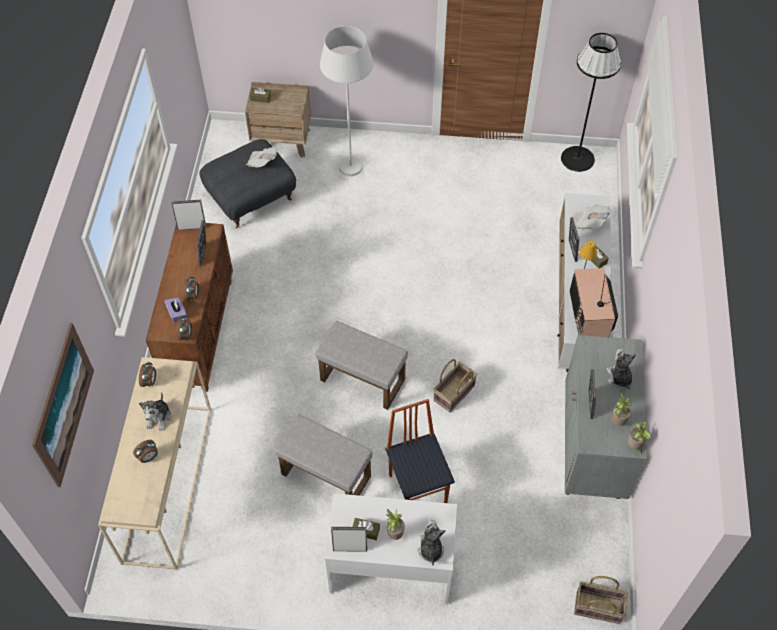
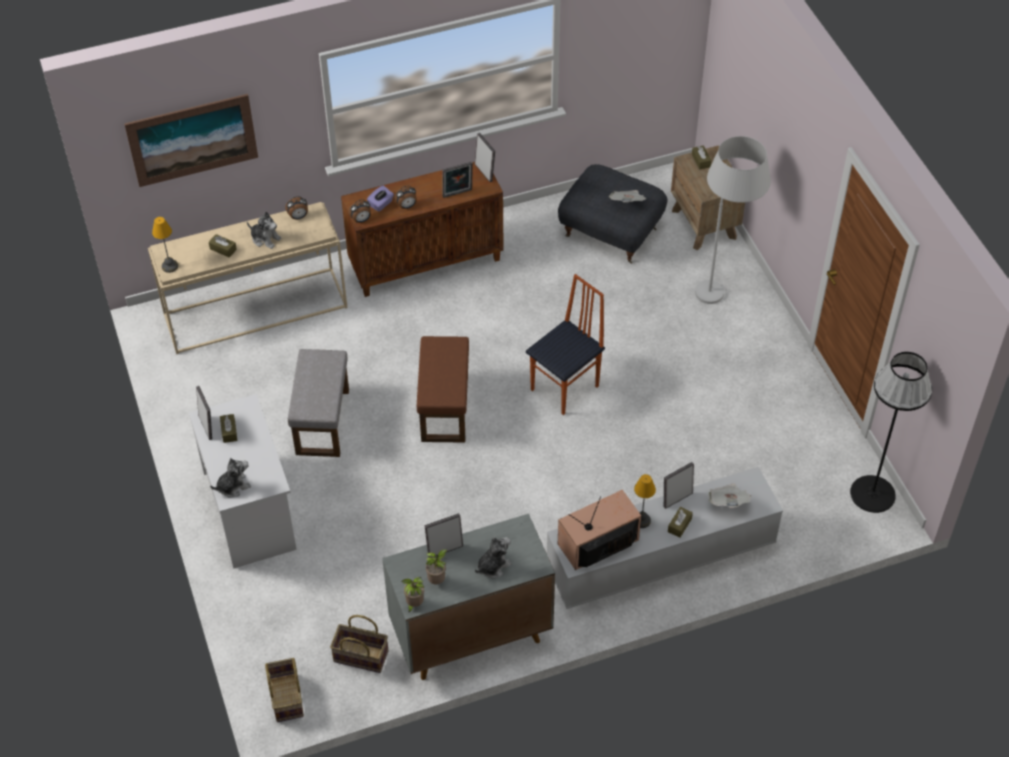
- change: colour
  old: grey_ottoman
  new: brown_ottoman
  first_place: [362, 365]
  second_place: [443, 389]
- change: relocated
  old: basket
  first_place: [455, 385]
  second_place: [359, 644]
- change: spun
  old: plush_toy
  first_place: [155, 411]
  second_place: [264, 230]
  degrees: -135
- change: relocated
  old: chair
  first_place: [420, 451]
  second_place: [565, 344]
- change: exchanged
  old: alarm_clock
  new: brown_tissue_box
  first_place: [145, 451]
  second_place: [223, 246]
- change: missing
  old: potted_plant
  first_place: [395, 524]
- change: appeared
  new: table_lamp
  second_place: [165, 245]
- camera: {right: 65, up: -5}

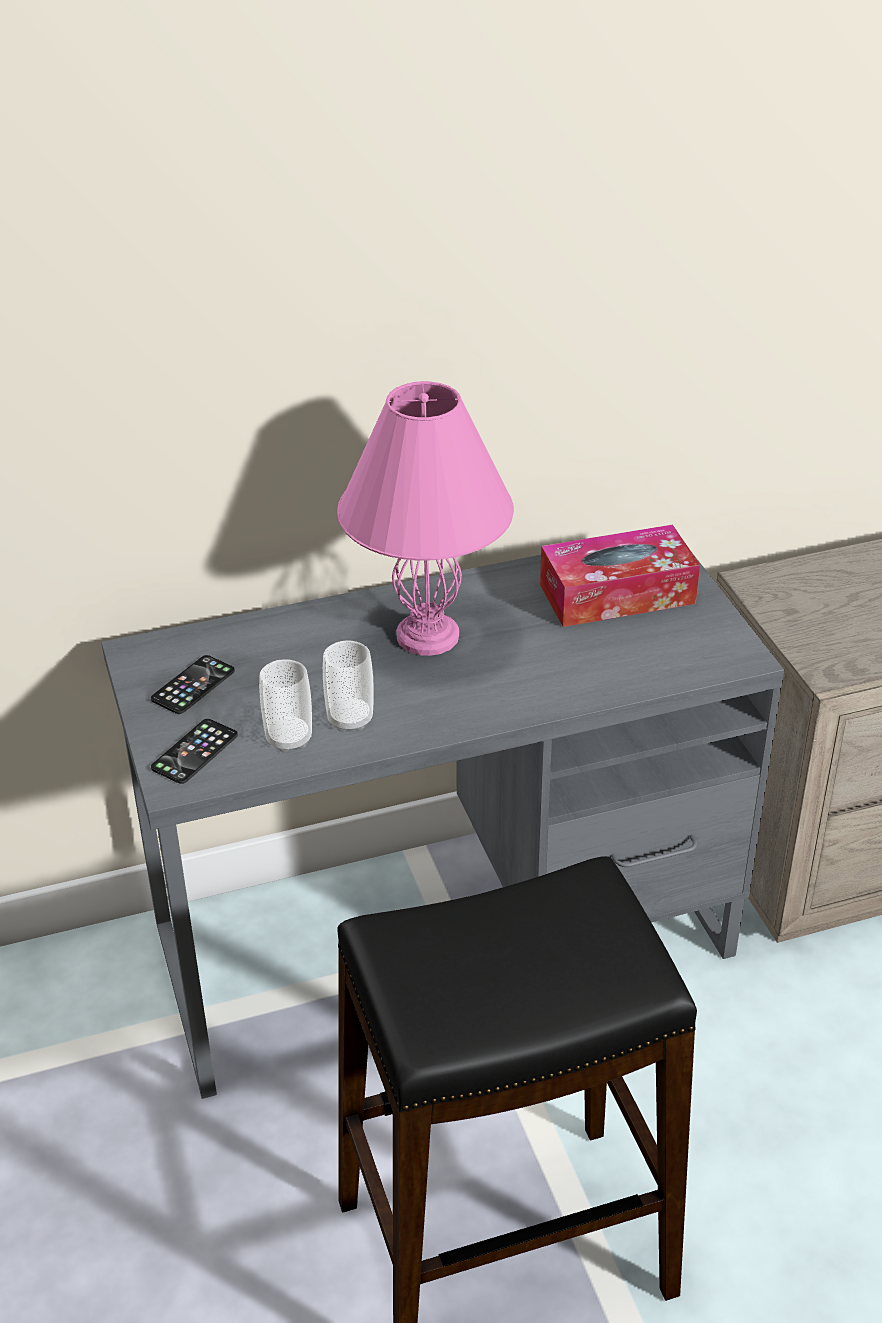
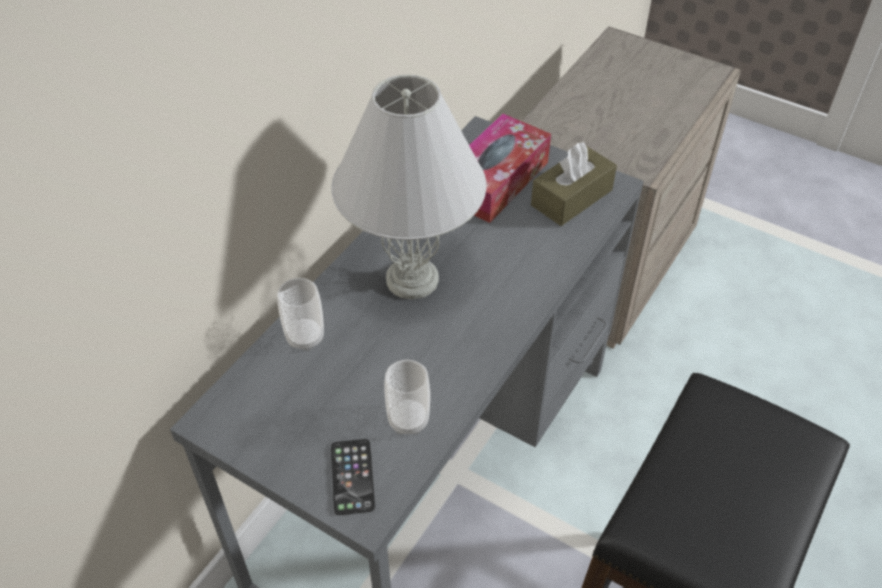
- change: colour
  old: pink_table_lamp
  new: white_table_lamp
  first_place: [425, 518]
  second_place: [409, 187]
- change: relocated
  old: cup
  first_place: [348, 686]
  second_place: [300, 314]
- change: missing
  old: phone
  first_place: [193, 684]
- change: appeared
  new: brown_tissue_box
  second_place: [574, 184]
- camera: {right: -40, up: 10}

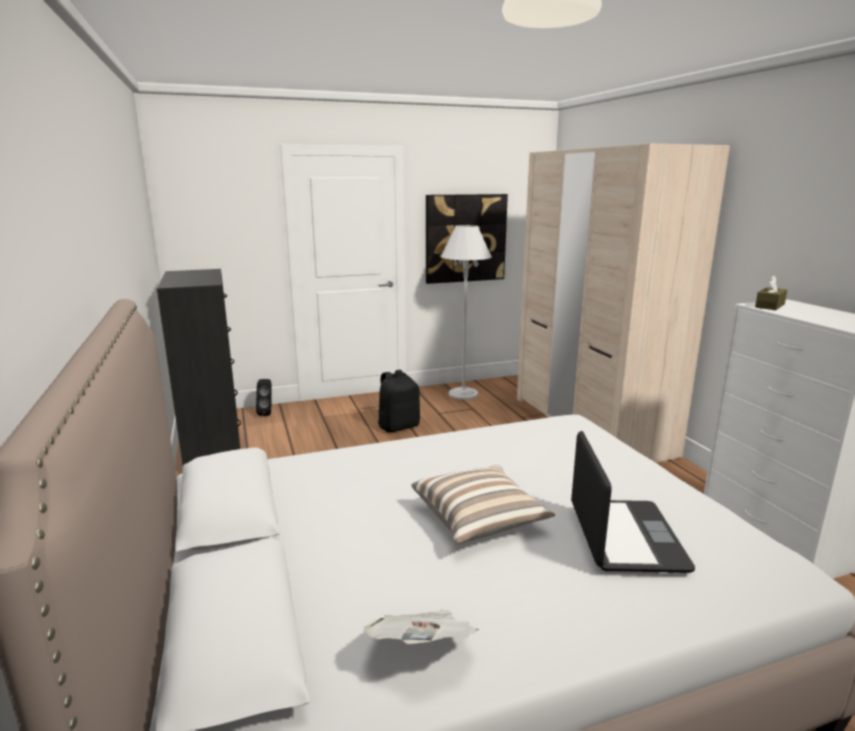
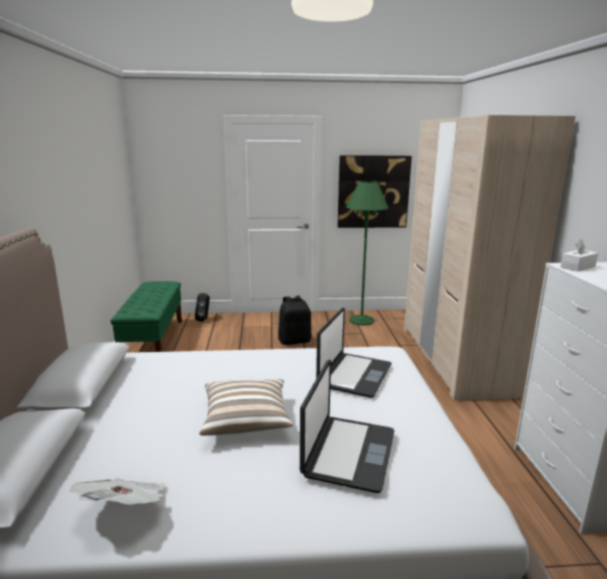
- change: colour
  old: white_floor_lamp
  new: green_floor_lamp
  first_place: [466, 312]
  second_place: [367, 253]
- change: exchanged
  old: black_dresser
  new: green_bench
  first_place: [199, 367]
  second_place: [146, 316]
- change: colour
  old: brown_tissue_box
  new: white_tissue_box
  first_place: [771, 293]
  second_place: [579, 255]
- change: appeared
  new: laptop
  second_place: [354, 353]
- camera: {right: 15, up: 0}

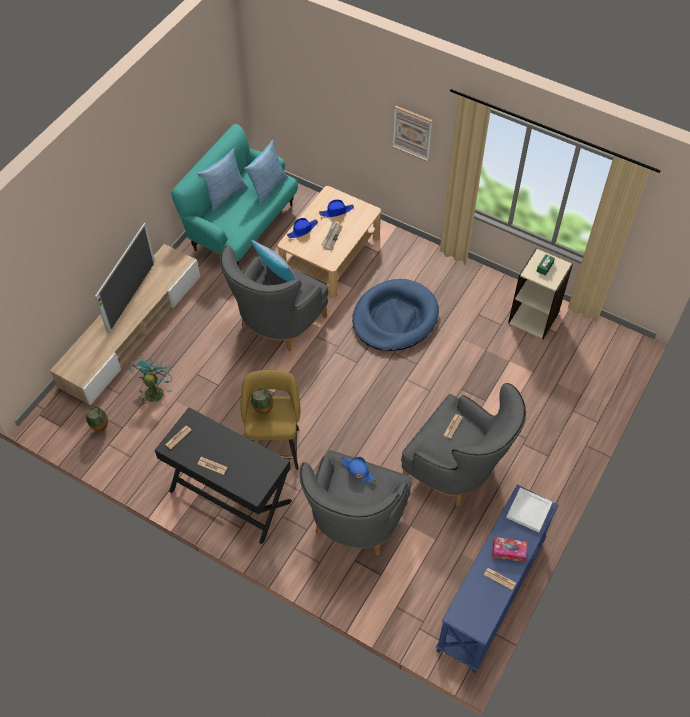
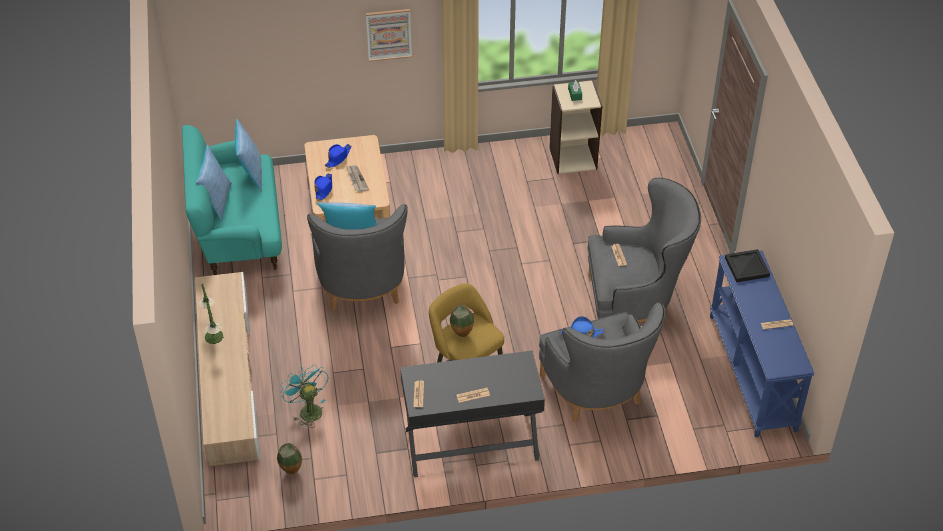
- change: exchanged
  old: television
  new: table_lamp
  first_place: [125, 278]
  second_place: [211, 314]
- change: missing
  old: blue_dog_bed
  first_place: [395, 315]
- change: colour
  old: white_tray
  new: black_tray
  first_place: [529, 510]
  second_place: [747, 265]
- change: missing
  old: tissue_box
  first_place: [509, 549]
- camera: {right: -40, up: -10}

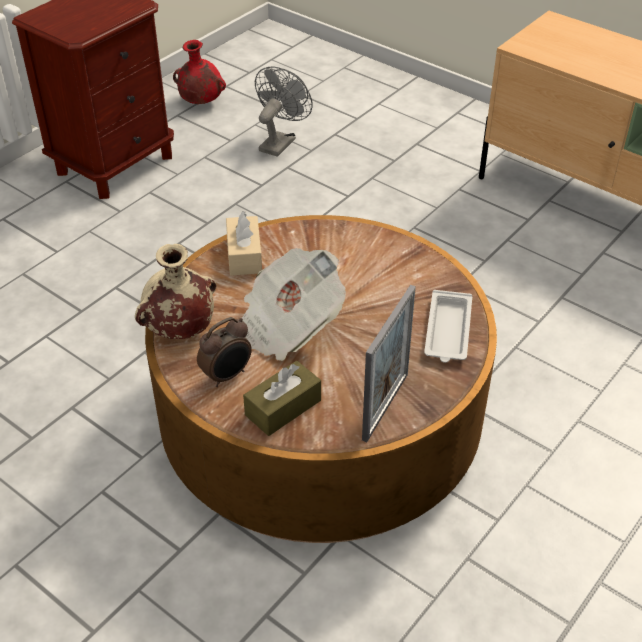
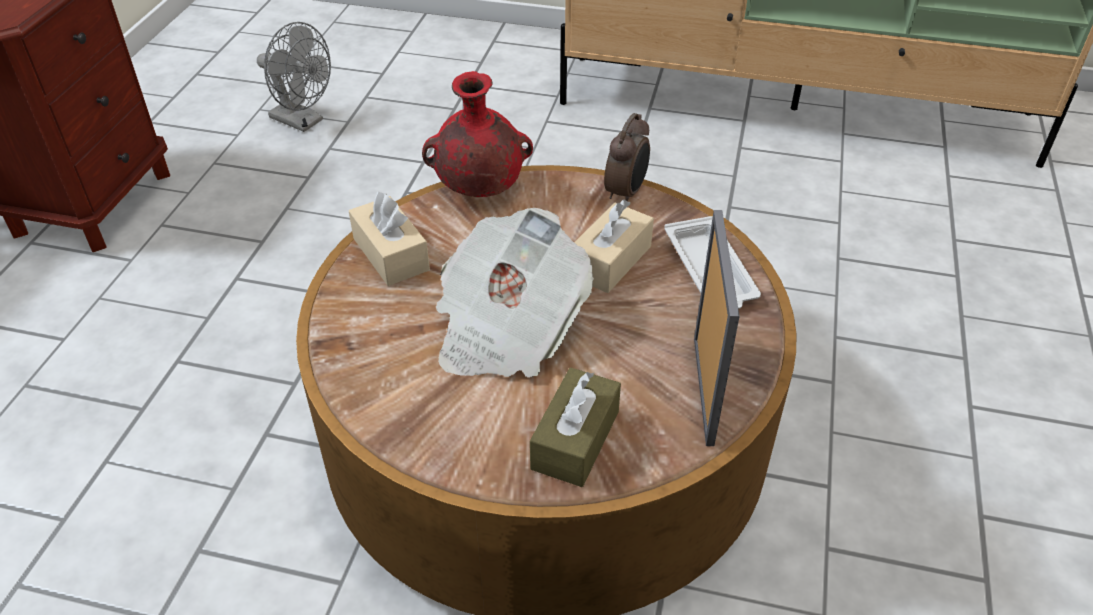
- change: relocated
  old: red_vase
  first_place: [199, 72]
  second_place: [477, 134]
- change: spun
  old: grey_fan
  first_place: [284, 112]
  second_place: [294, 77]
  degrees: 120
- change: missing
  old: beige_vase
  first_place: [175, 291]
- change: relocated
  old: alarm_clock
  first_place: [224, 352]
  second_place: [627, 157]
- change: appeared
  new: beige_tissue_box
  second_place: [614, 246]
- camera: {right: -25, up: 0}

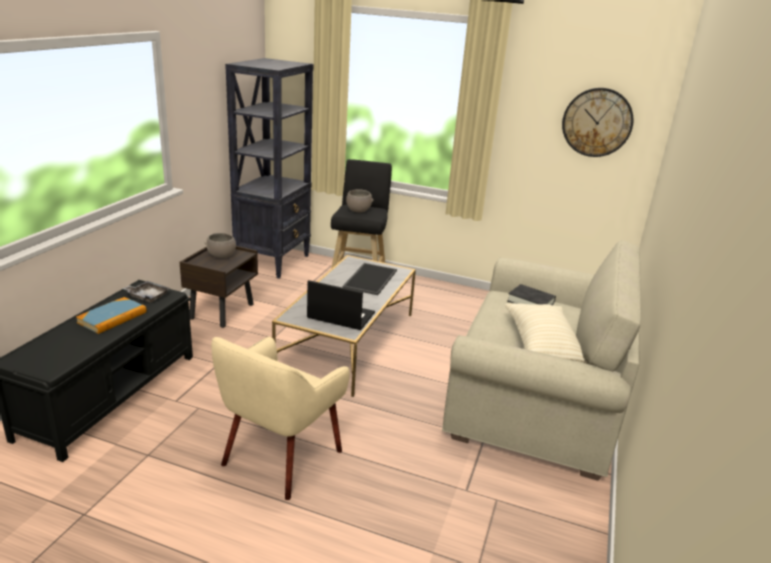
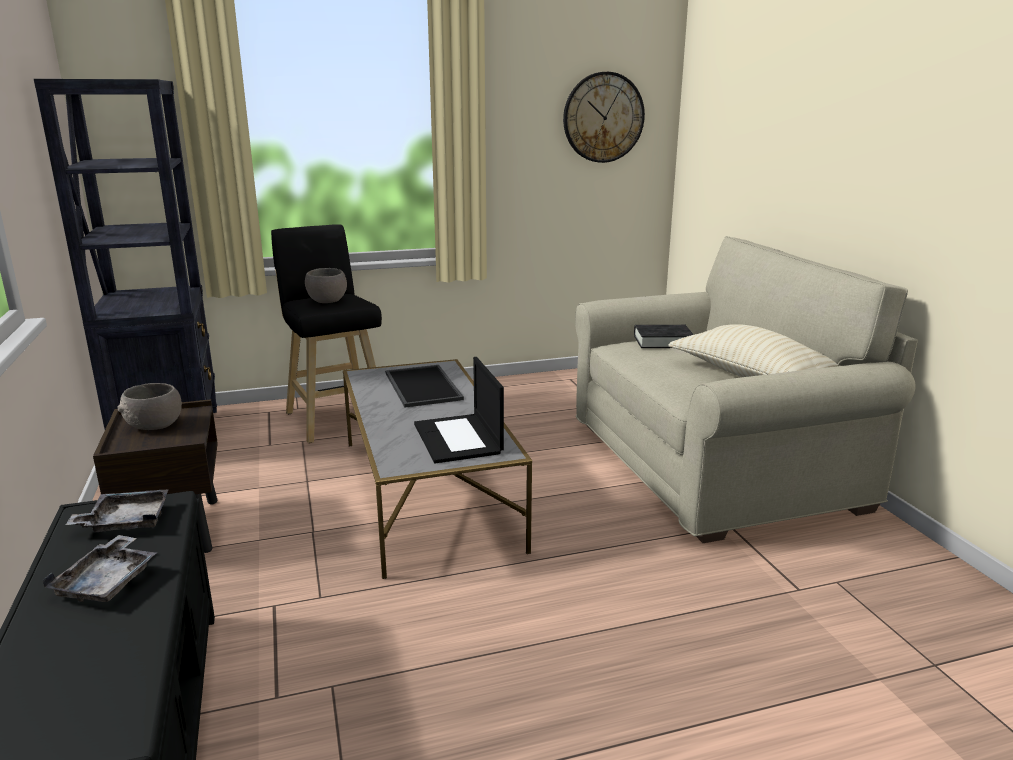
- change: spun
  old: laptop
  first_place: [341, 305]
  second_place: [459, 410]
  degrees: -90
- change: exchanged
  old: book
  new: grey_tray
  first_place: [111, 315]
  second_place: [99, 568]
- change: missing
  old: beige_armchair
  first_place: [281, 418]
- camera: {right: -35, up: -5}

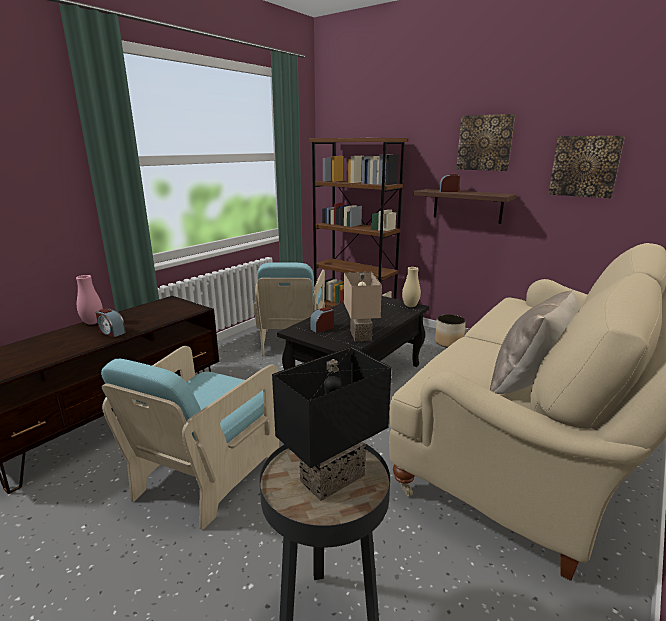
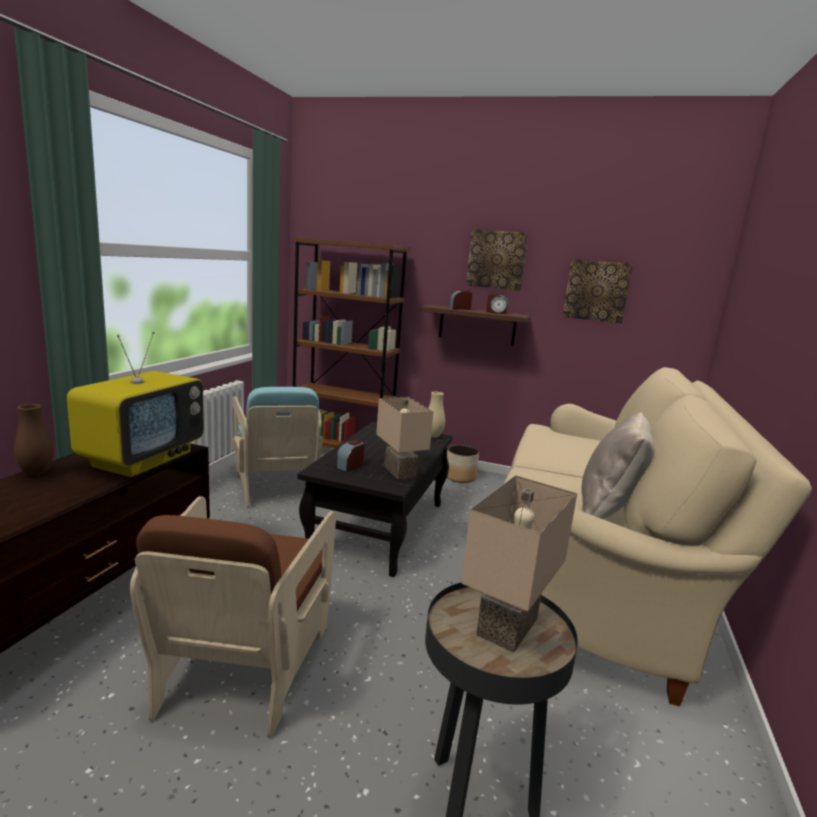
- change: colour
  old: pink_vase
  new: brown_vase
  first_place: [89, 300]
  second_place: [34, 440]
- change: relocated
  old: alarm_clock
  first_place: [111, 323]
  second_place: [497, 303]
- change: colour
  old: turquoise_armchair
  new: brown_armchair
  first_place: [190, 438]
  second_place: [233, 616]
- change: colour
  old: black_table_lamp
  new: beige_table_lamp
  first_place: [332, 424]
  second_place: [519, 563]
- change: appeared
  new: television
  second_place: [135, 404]
- camera: {right: -20, up: -5}

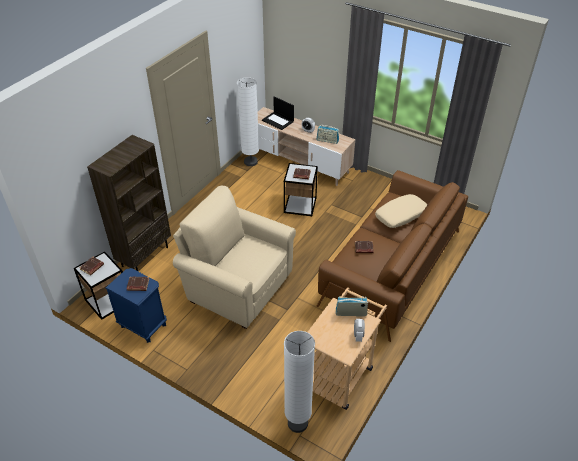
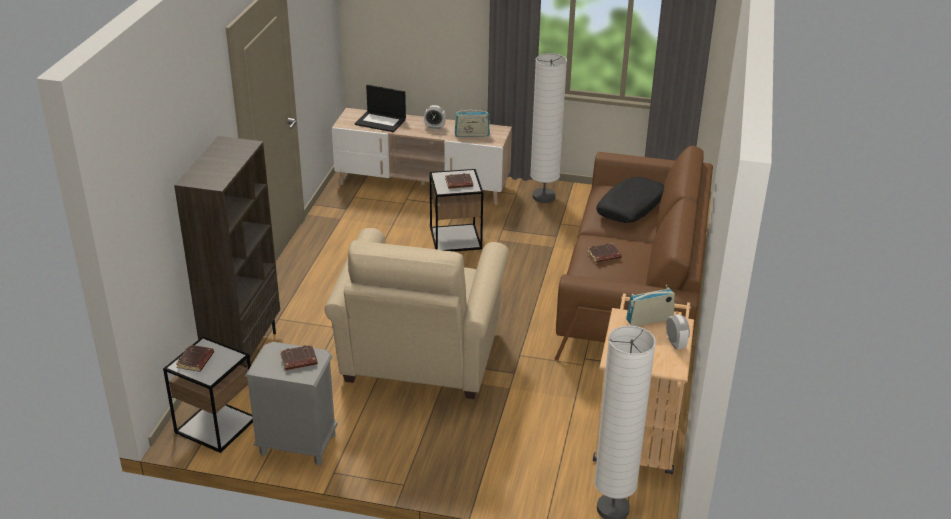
- change: relocated
  old: white_floor_lamp
  first_place: [248, 121]
  second_place: [548, 128]
- change: spun
  old: beige_armchair
  first_place: [234, 257]
  second_place: [416, 313]
  degrees: -90
- change: colour
  old: beige_pillow
  new: black_pillow
  first_place: [401, 211]
  second_place: [630, 200]
- change: colour
  old: blue_nightstand
  new: grey_nightstand
  first_place: [136, 305]
  second_place: [291, 403]
- camera: {right: -20, up: -10}

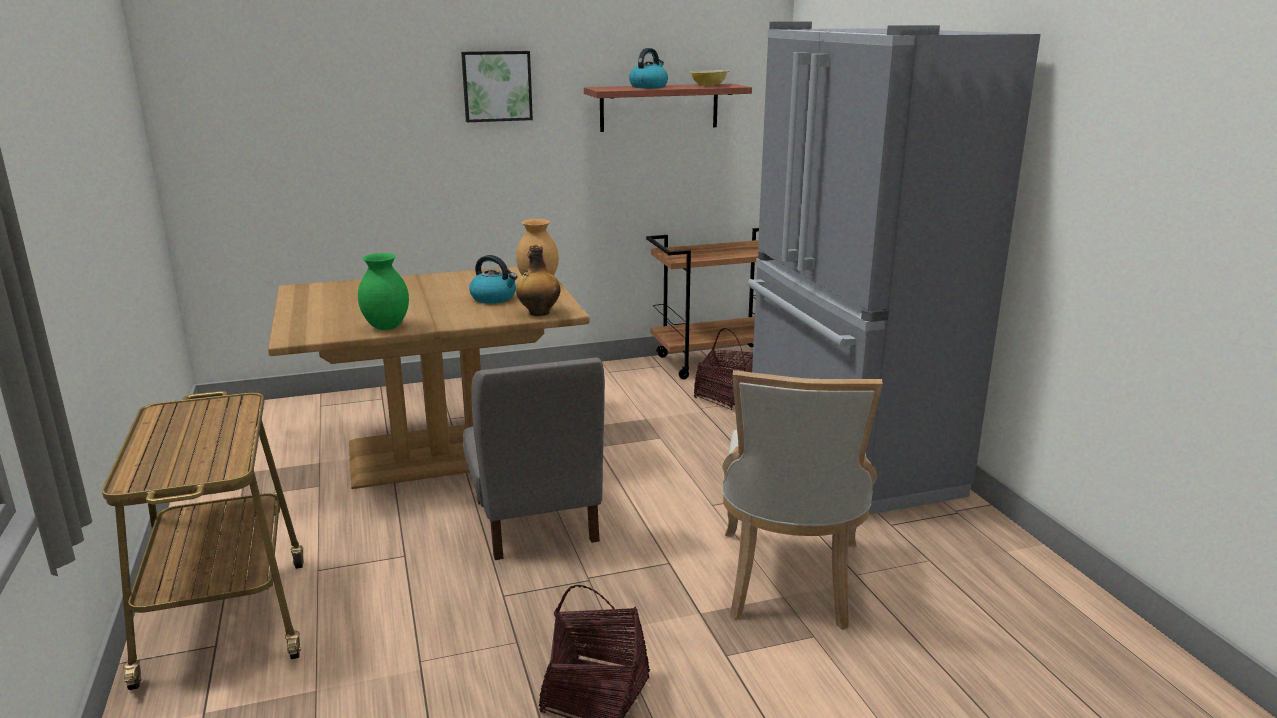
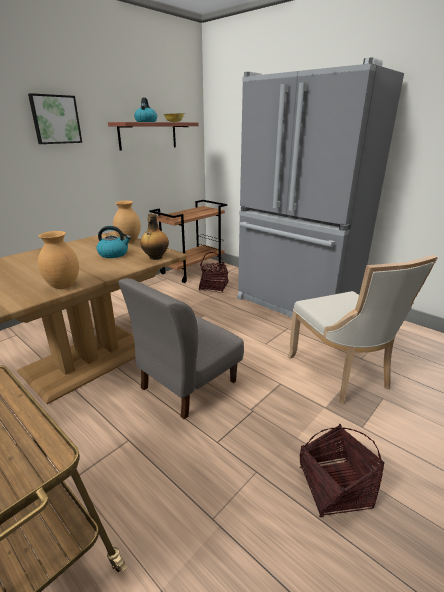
- change: colour
  old: green_vase
  new: brown_vase
  first_place: [383, 291]
  second_place: [58, 260]
- change: spun
  old: grey_chair
  first_place: [534, 458]
  second_place: [181, 348]
  degrees: 90
- camera: {right: -30, up: 5}

